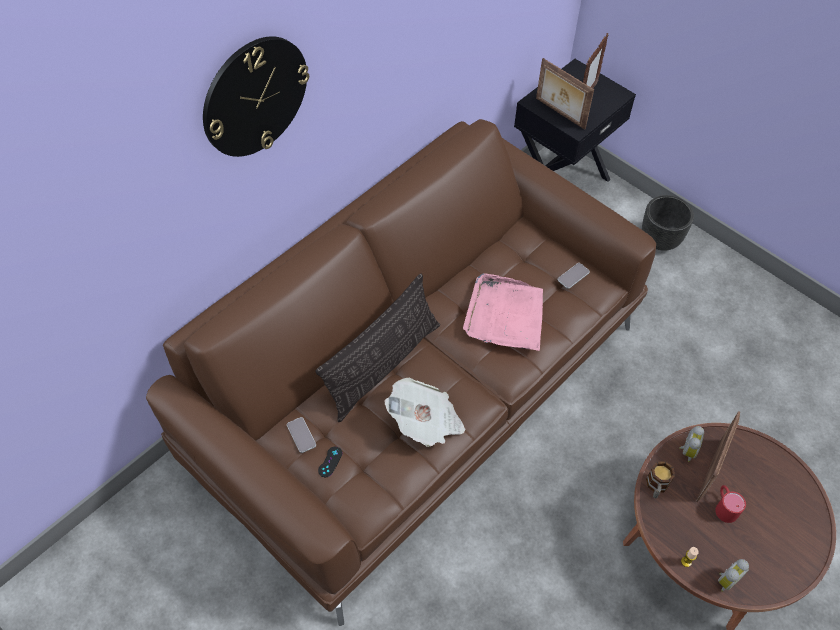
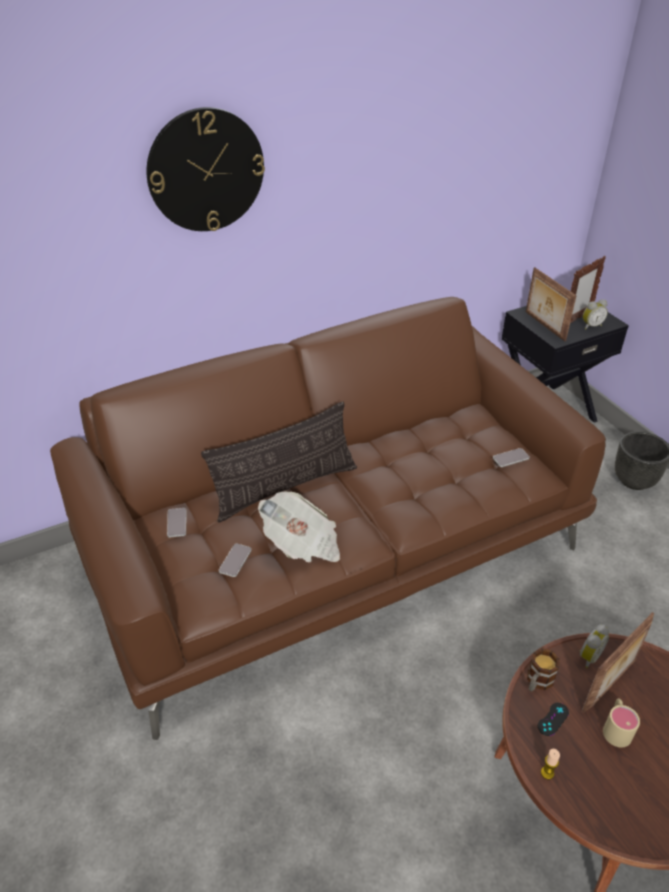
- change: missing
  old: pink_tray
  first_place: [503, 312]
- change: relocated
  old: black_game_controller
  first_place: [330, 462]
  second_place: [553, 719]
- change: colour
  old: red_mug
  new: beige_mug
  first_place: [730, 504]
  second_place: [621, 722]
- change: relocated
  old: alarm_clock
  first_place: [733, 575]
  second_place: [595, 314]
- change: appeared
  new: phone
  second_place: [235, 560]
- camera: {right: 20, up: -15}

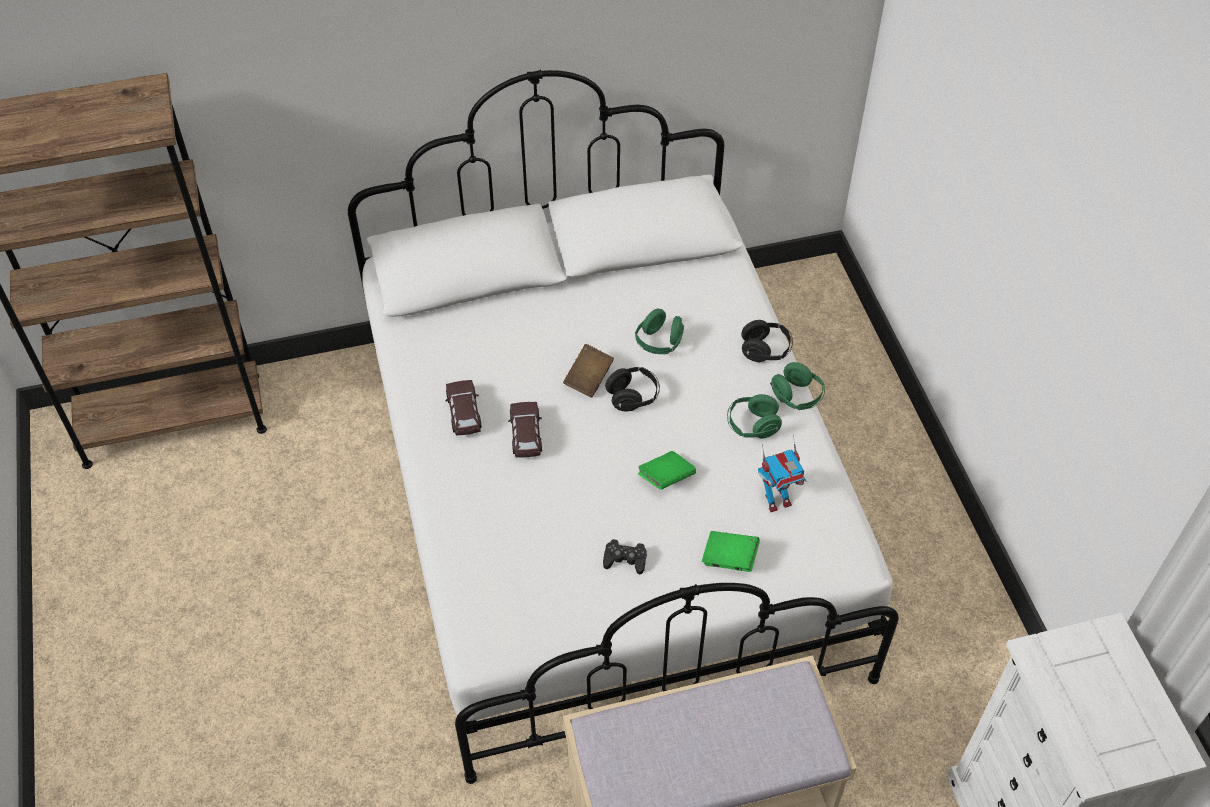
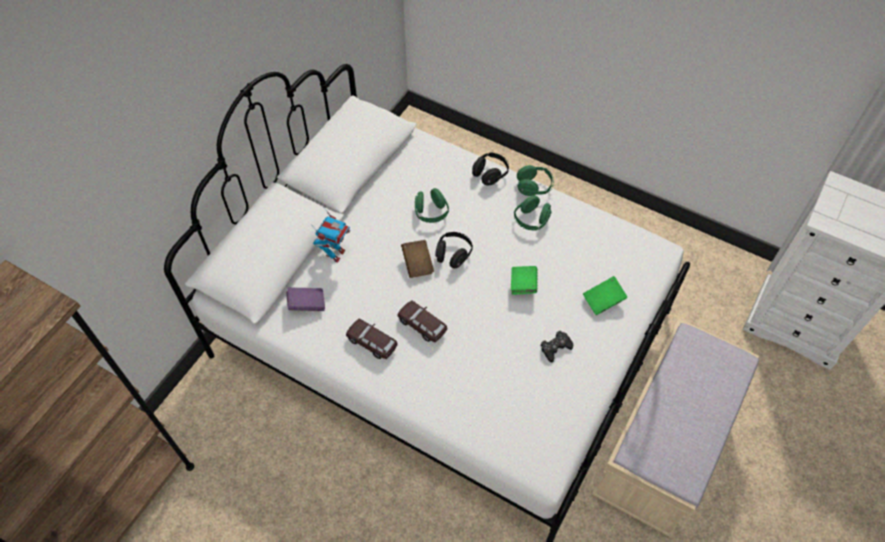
- change: relocated
  old: toy_robot
  first_place: [782, 473]
  second_place: [330, 235]
- change: appeared
  new: purple_book
  second_place: [305, 299]
- camera: {right: -45, up: 5}

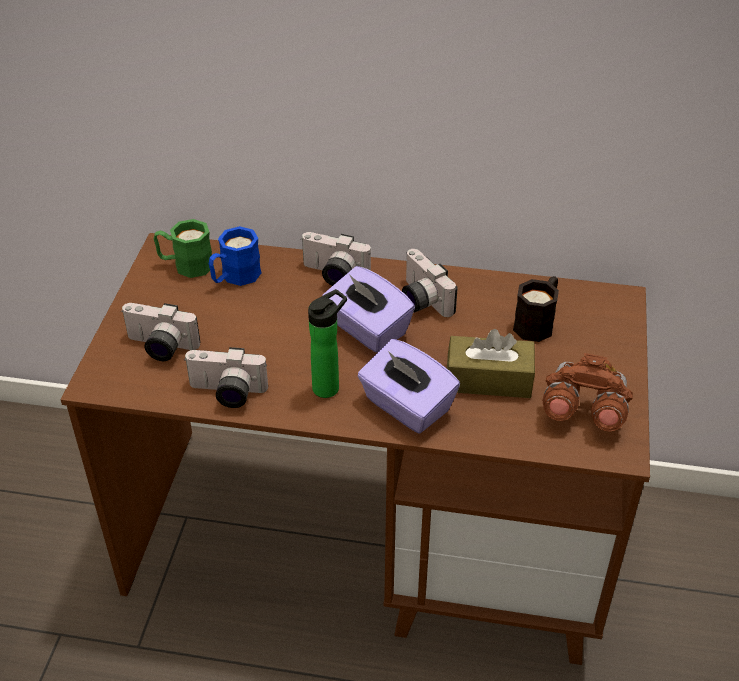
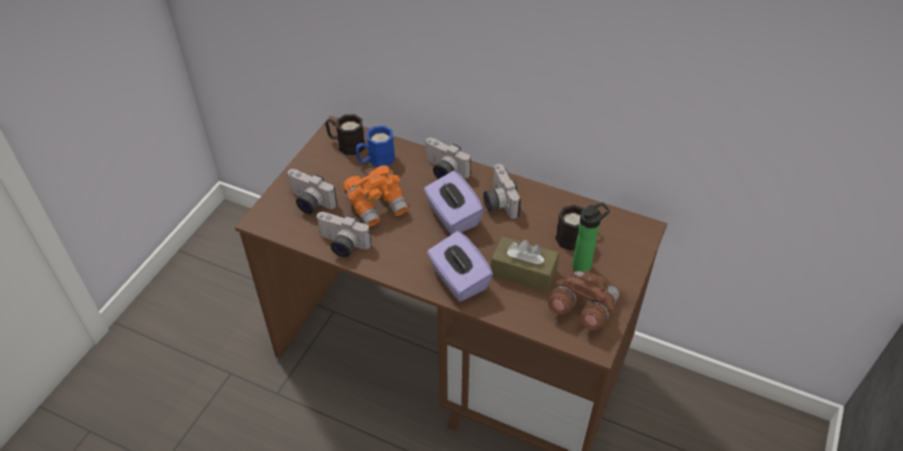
- change: colour
  old: green_mug
  new: black_mug
  first_place: [184, 248]
  second_place: [345, 134]
- change: relocated
  old: bottle
  first_place: [327, 343]
  second_place: [591, 237]
- change: appeared
  new: orange_binoculars
  second_place: [376, 196]
- camera: {right: 15, up: 5}

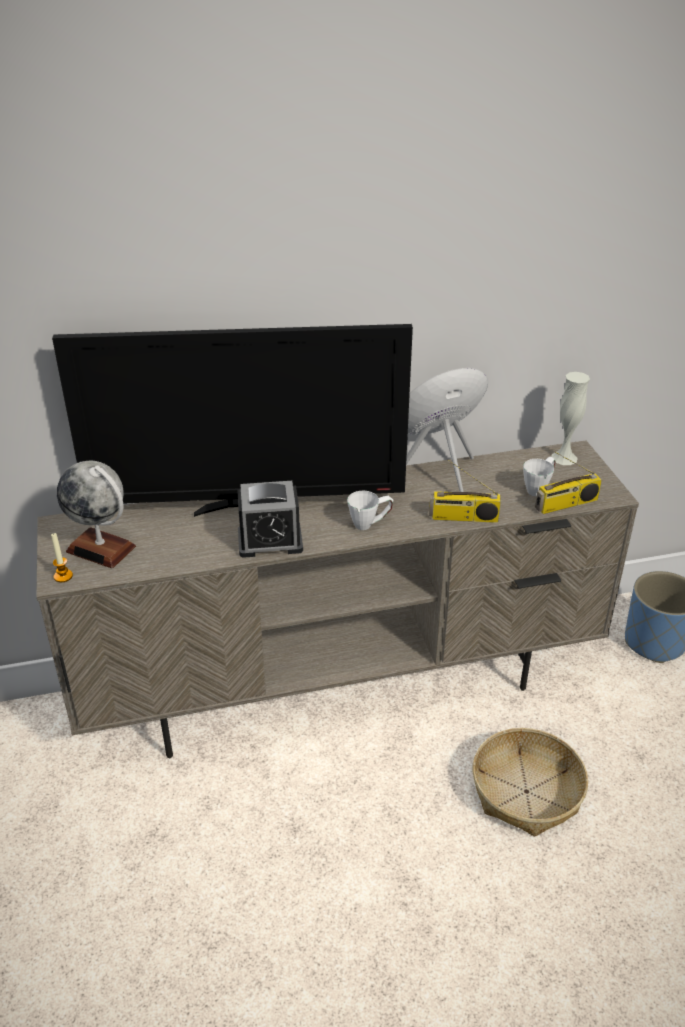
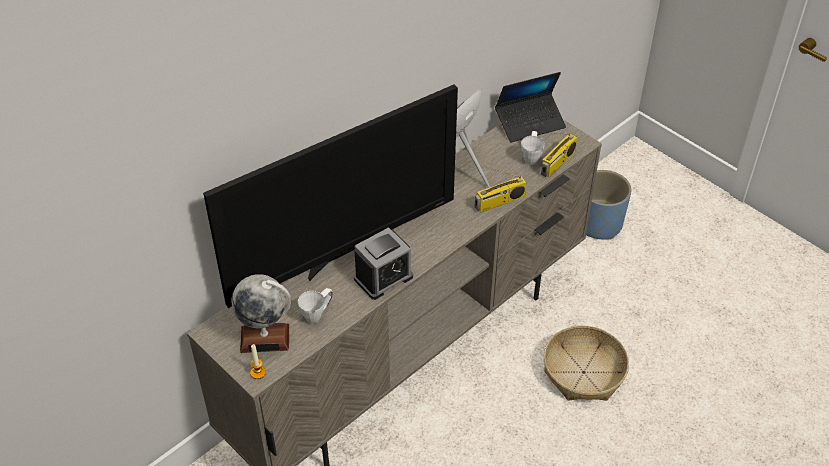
- change: exchanged
  old: white_vase
  new: laptop
  first_place: [570, 418]
  second_place: [530, 107]
- change: relocated
  old: white_mug
  first_place: [370, 510]
  second_place: [315, 305]
- camera: {right: -30, up: 10}

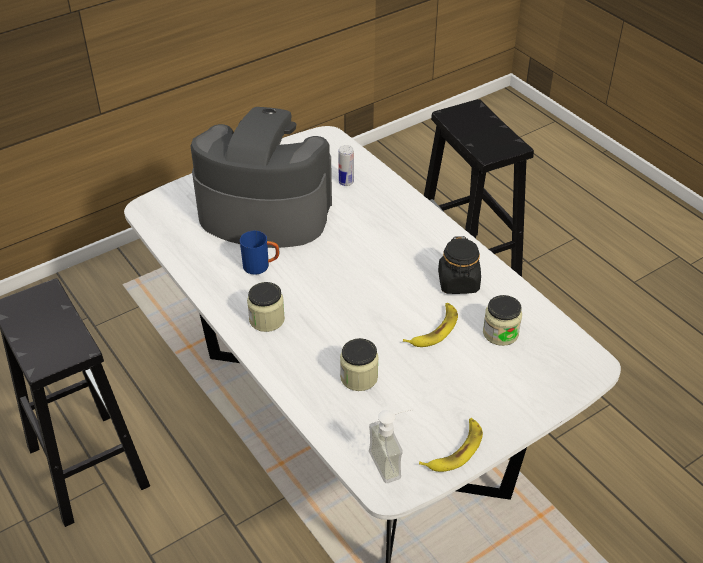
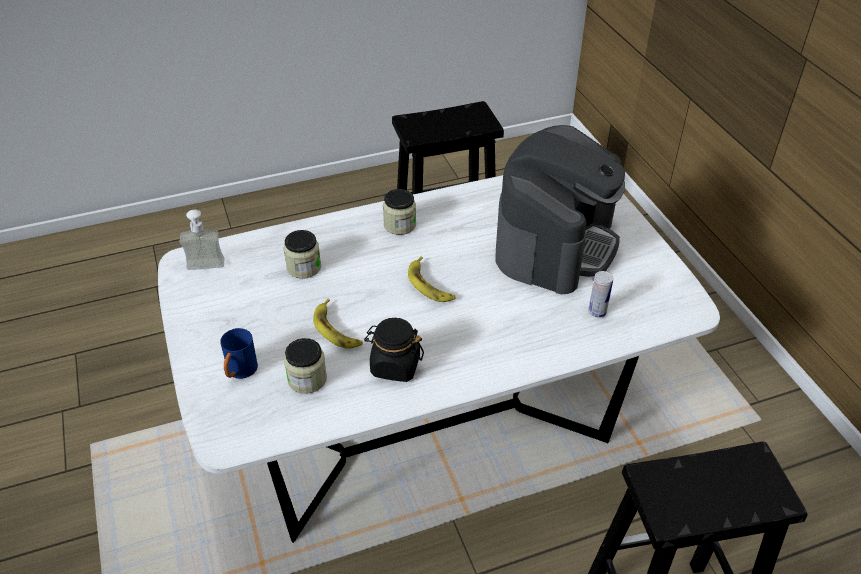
- change: relocated
  old: blue_mug
  first_place: [259, 253]
  second_place: [239, 353]
- change: relocated
  old: banana
  first_place: [451, 445]
  second_place: [432, 279]
- camera: {right: 105, up: 0}

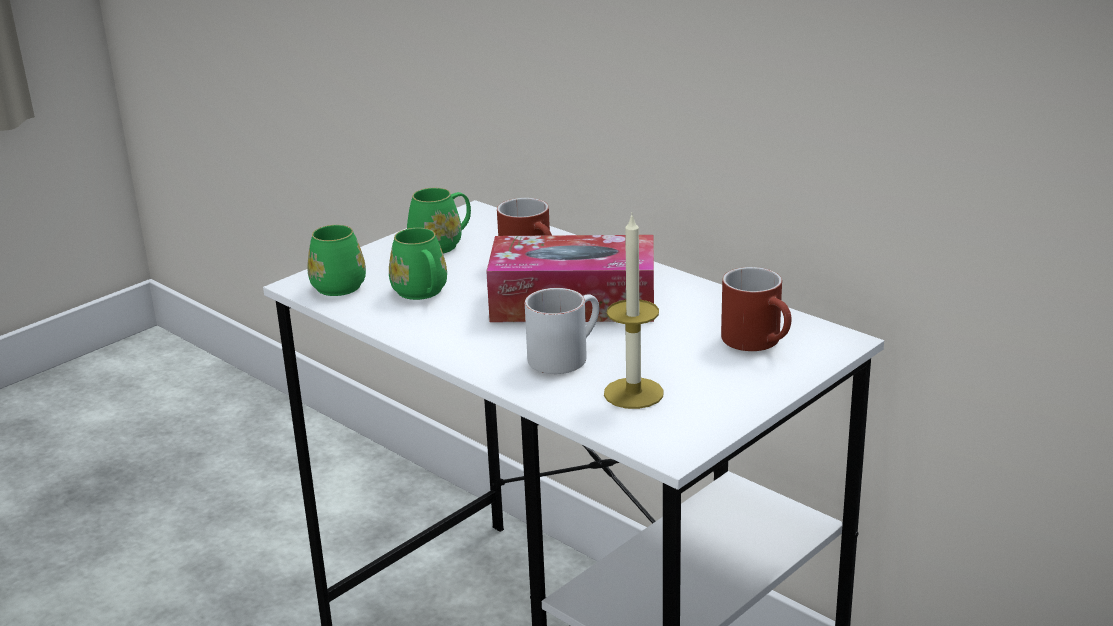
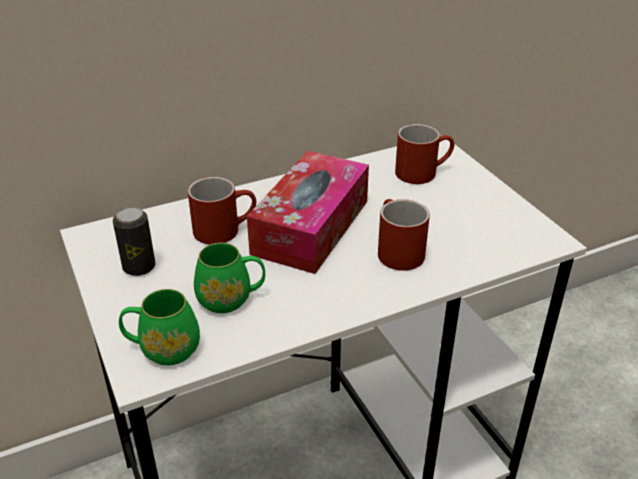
- change: exchanged
  old: green_mug
  new: can
  first_place: [439, 221]
  second_place: [134, 241]
- change: missing
  old: candle
  first_place: [634, 312]
- change: colour
  old: white_mug
  new: red_mug
  first_place: [562, 331]
  second_place: [404, 235]
- camera: {right: -70, up: 10}

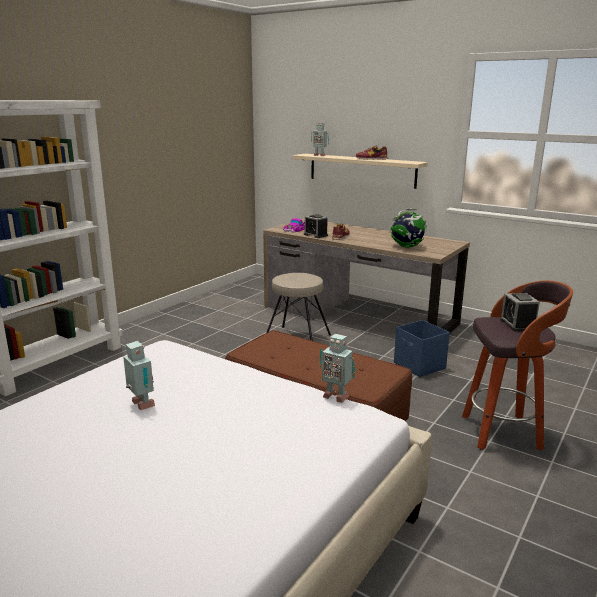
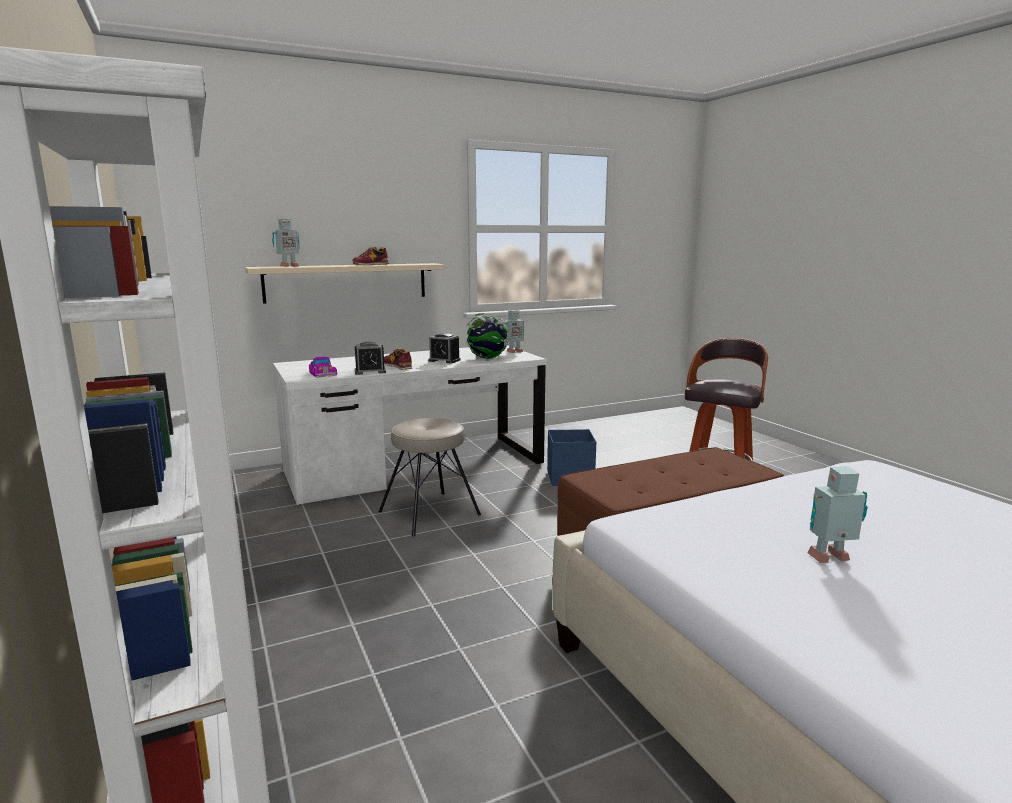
- change: colour
  old: brown_desk
  new: white_desk
  first_place: [366, 275]
  second_place: [410, 425]
- change: relocated
  old: alarm_clock
  first_place: [520, 312]
  second_place: [444, 348]
- change: relocated
  old: toy_robot
  first_place: [337, 368]
  second_place: [514, 331]
- camera: {right: -60, up: -5}

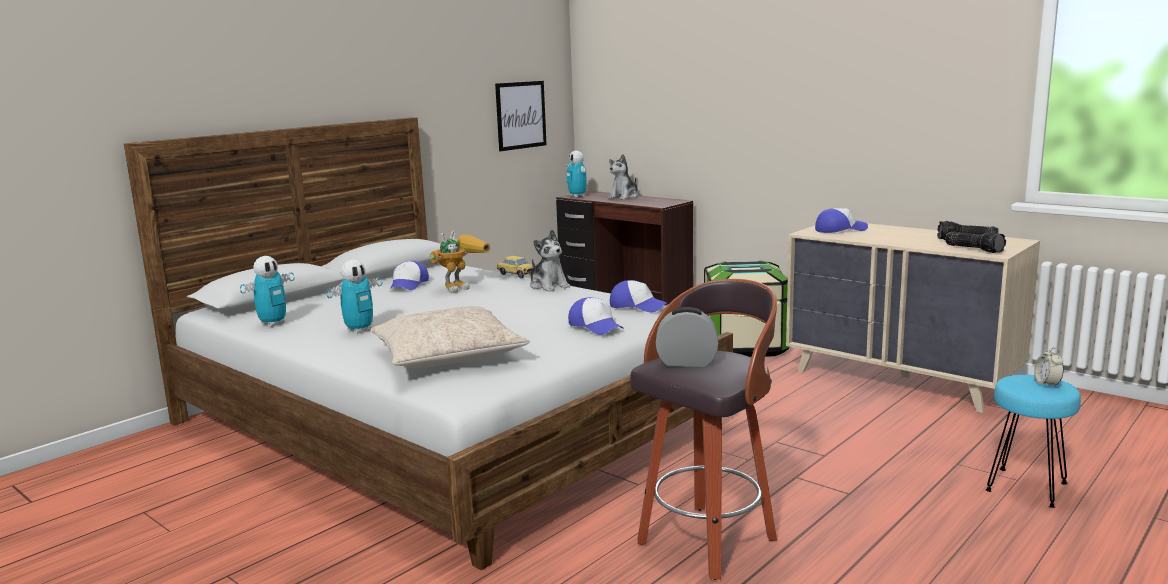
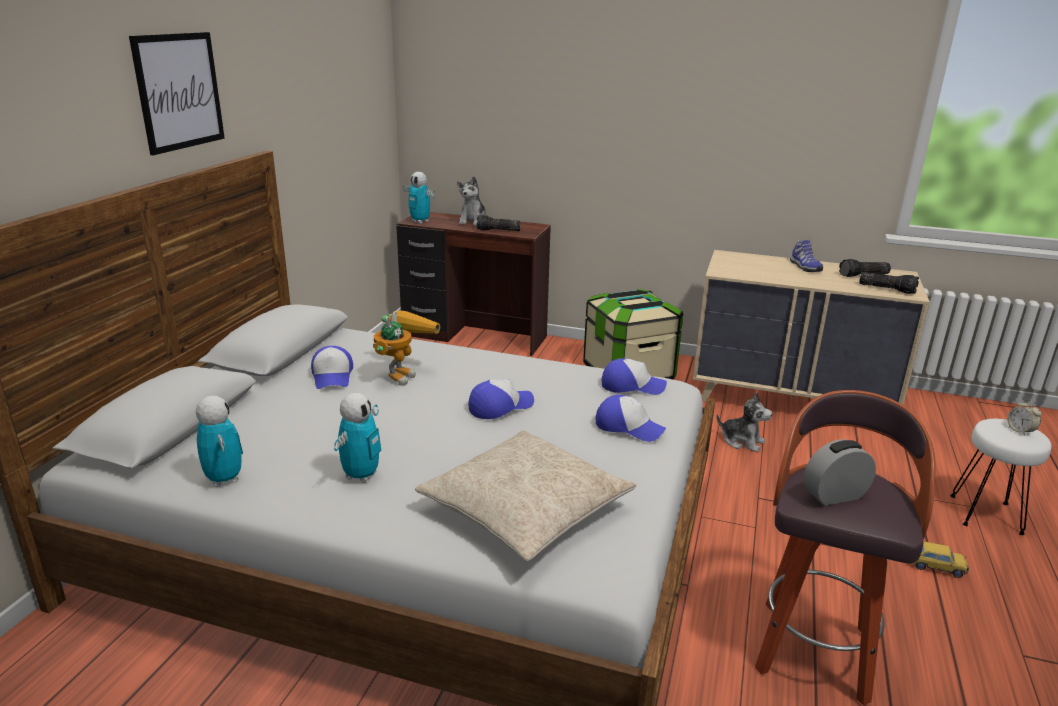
- change: relocated
  old: picture
  first_place: [521, 116]
  second_place: [177, 93]
- change: relocated
  old: cap
  first_place: [841, 220]
  second_place: [501, 399]
- change: relocated
  old: plush_toy
  first_place: [550, 261]
  second_place: [744, 422]
- change: spun
  old: toy_robot
  first_place: [267, 291]
  second_place: [219, 441]
  degrees: -45
- change: relocated
  old: toy_car
  first_place: [515, 267]
  second_place: [941, 560]
- change: colour
  old: turquoise_stool
  new: white_stool
  first_place: [1033, 441]
  second_place: [1000, 477]
- change: appeared
  new: flashlight
  second_place: [498, 223]
- change: appeared
  new: shoe
  second_place: [806, 256]
- camera: {right: -25, up: 10}

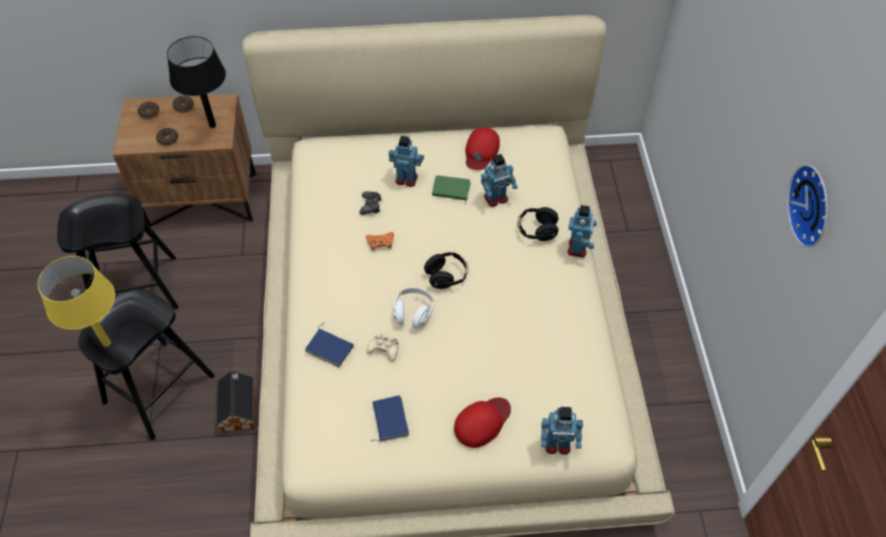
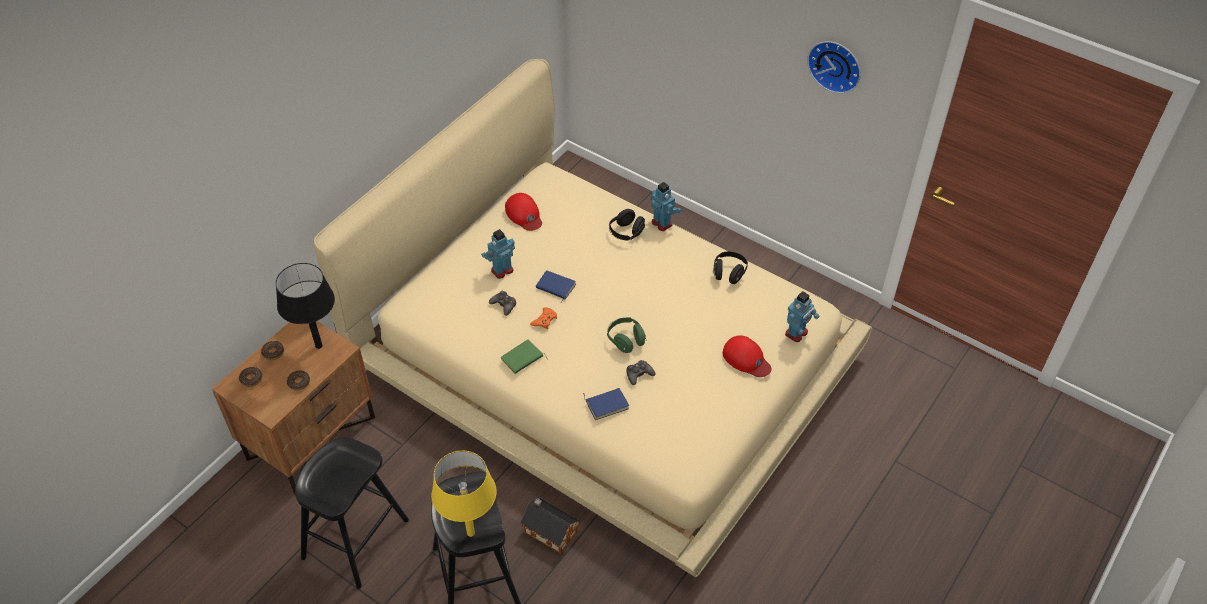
- change: missing
  old: toy_robot
  first_place: [499, 180]
- change: relocated
  old: green_book
  first_place: [451, 189]
  second_place: [524, 356]
- change: relocated
  old: black_headphones
  first_place: [446, 270]
  second_place: [731, 268]
- change: colour
  old: white_headphones
  new: green_headphones
  first_place: [414, 308]
  second_place: [626, 335]
- change: colour
  old: beige_game_controller
  new: black_game_controller
  first_place: [382, 347]
  second_place: [640, 372]
- change: relocated
  old: blue_book
  first_place: [390, 418]
  second_place: [556, 286]
- change: spun
  old: red_cap
  first_place: [482, 423]
  second_place: [747, 356]
  degrees: 135
- camera: {right: -50, up: -5}

